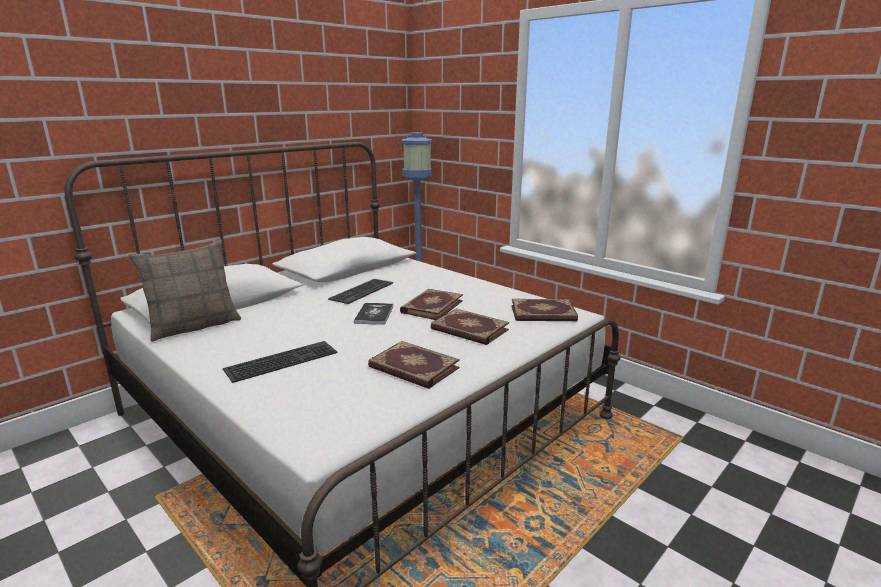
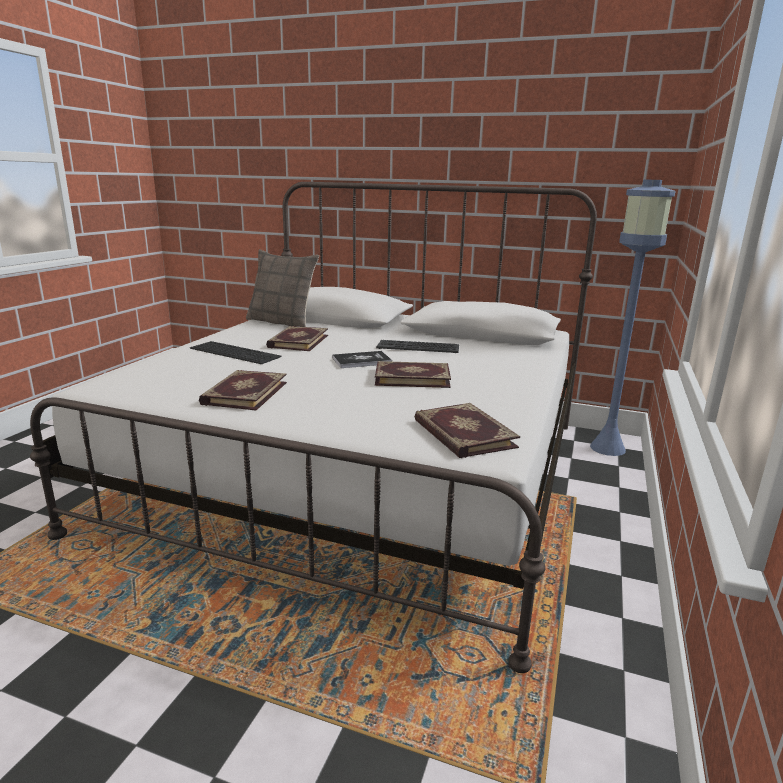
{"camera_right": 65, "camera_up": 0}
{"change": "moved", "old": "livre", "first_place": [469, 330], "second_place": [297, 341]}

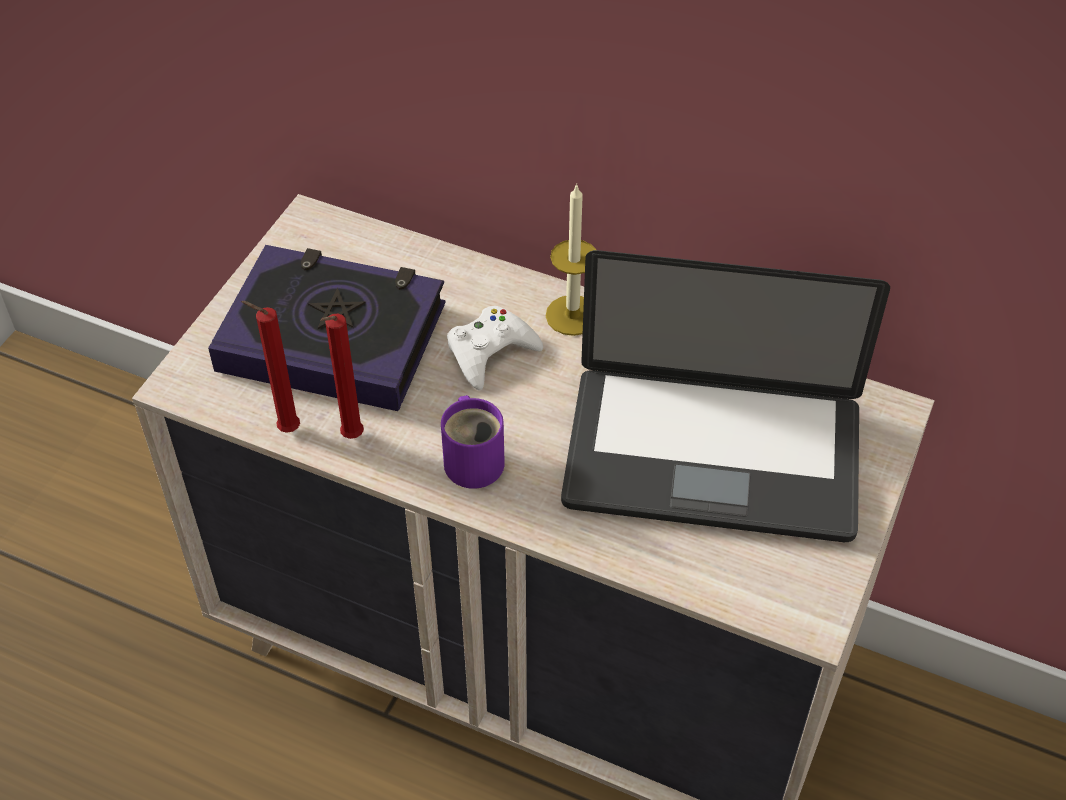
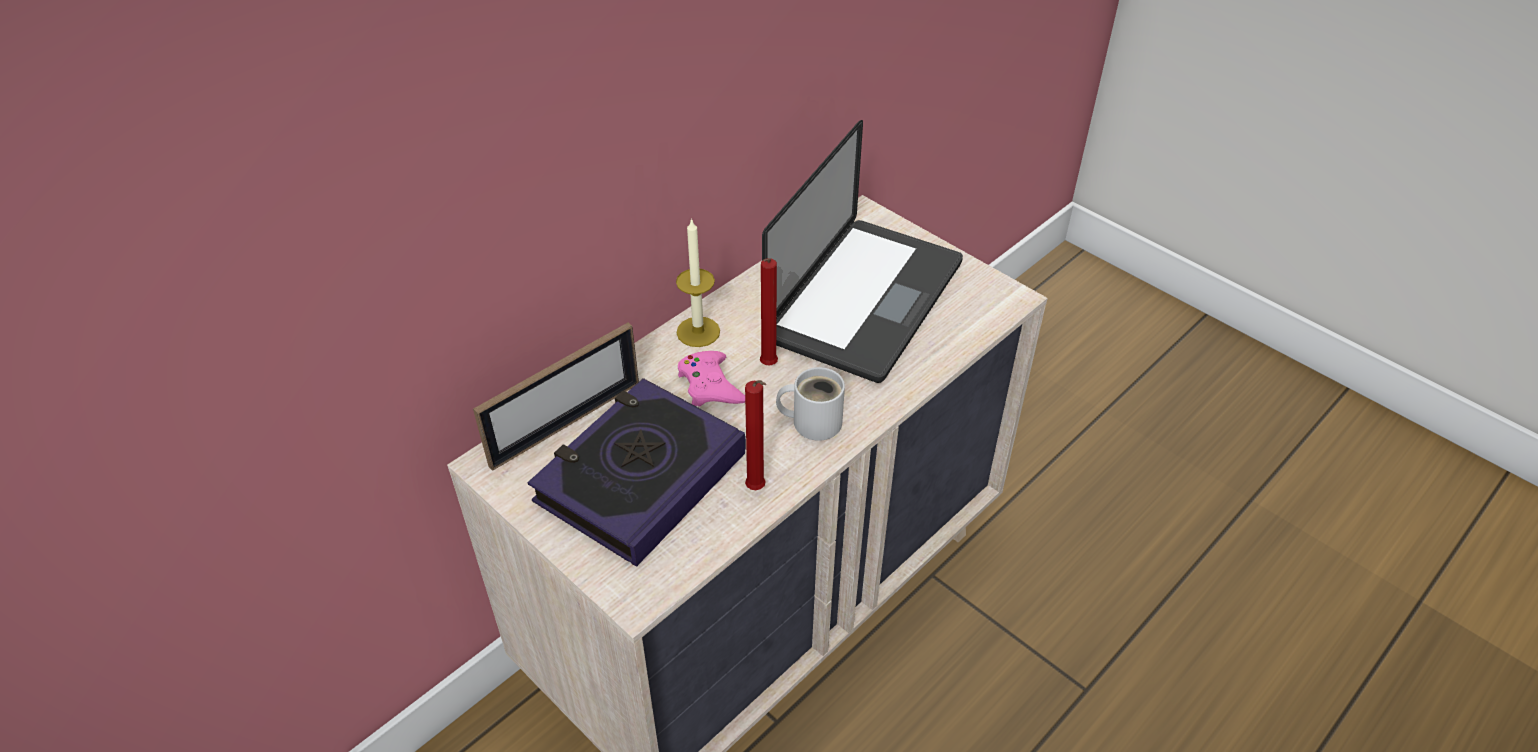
{"camera_right": -70, "camera_up": -5}
{"change": "added", "new": "cadre photo", "second_place": [566, 423]}
{"change": "moved", "old": "bougie (rouge)", "first_place": [285, 429], "second_place": [767, 366]}
{"change": "recoloured", "old": "mug (violet)", "new": "mug (blanc)", "first_place": [475, 459], "second_place": [812, 420]}
{"change": "recoloured", "old": "manette (blanc)", "new": "manette (rose)", "first_place": [490, 352], "second_place": [710, 385]}

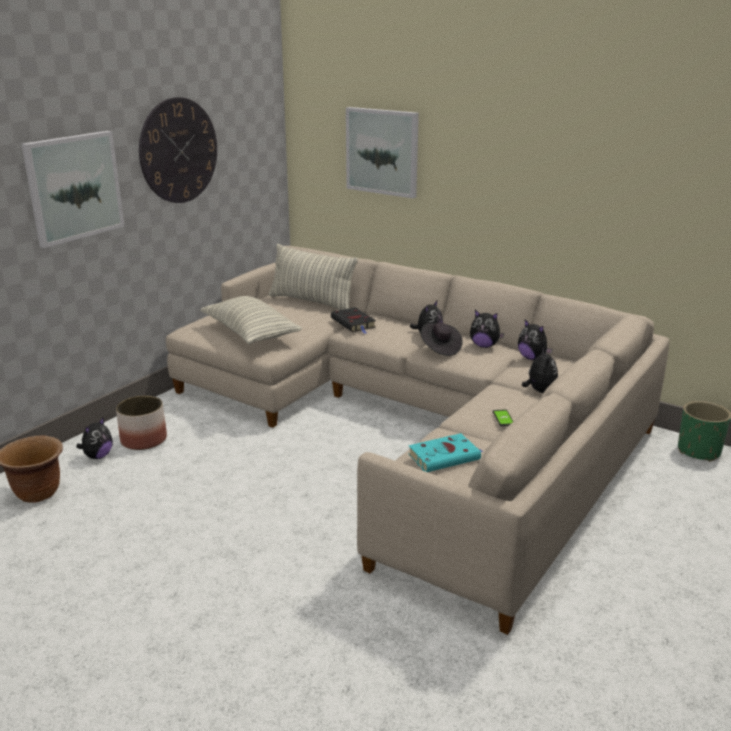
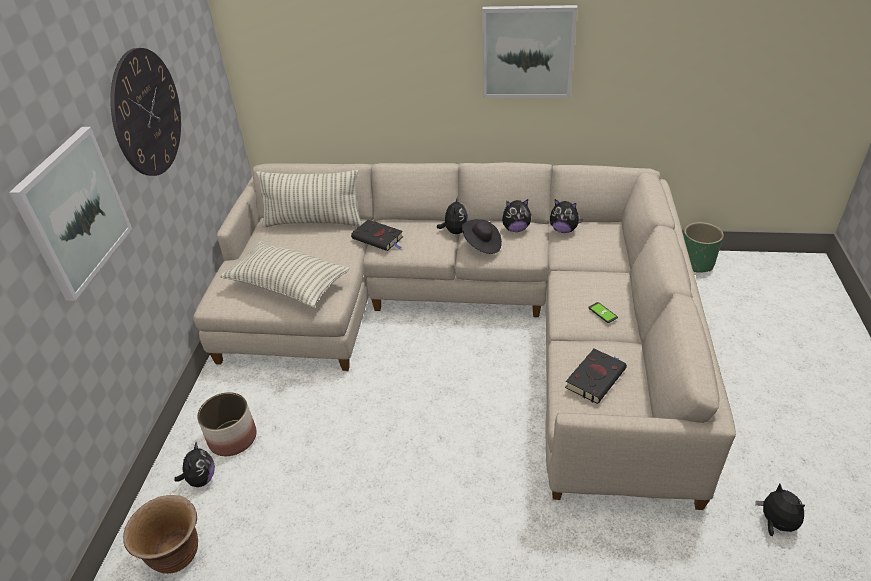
{"camera_right": -25, "camera_up": 15}
{"change": "moved", "old": "tableau", "first_place": [382, 151], "second_place": [527, 52]}
{"change": "moved", "old": "peluche", "first_place": [539, 391], "second_place": [775, 523]}
{"change": "recoloured", "old": "livre (turquoise)", "new": "livre (noir)", "first_place": [445, 456], "second_place": [596, 377]}

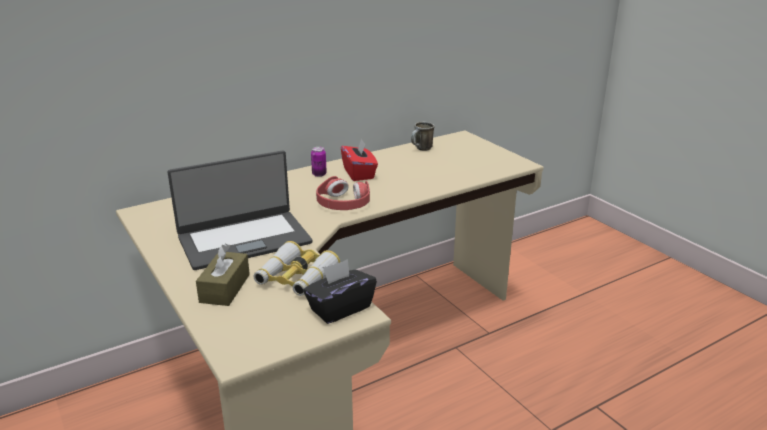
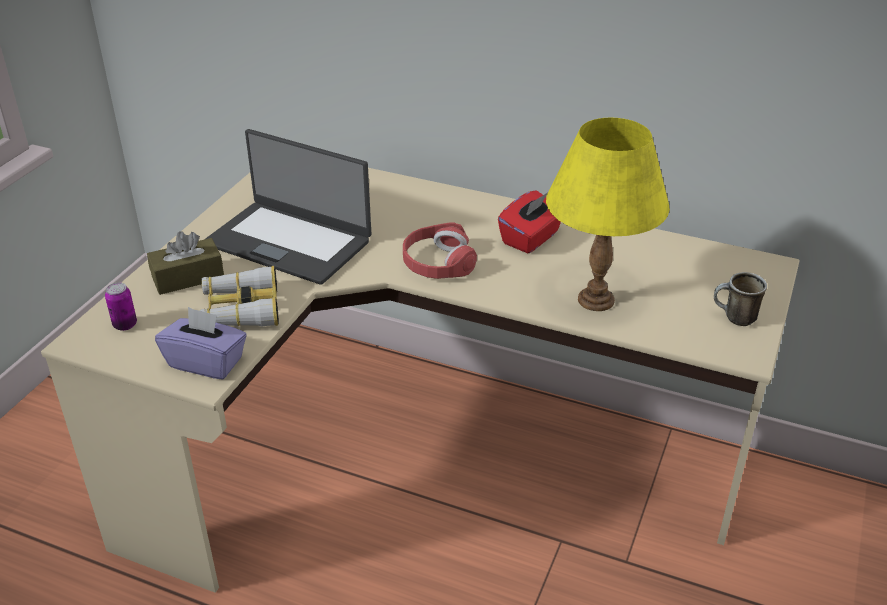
{"camera_right": 55, "camera_up": 10}
{"change": "added", "new": "lampe de table (jaune)", "second_place": [596, 299]}
{"change": "moved", "old": "boîte métallique", "first_place": [319, 174], "second_place": [125, 325]}
{"change": "moved", "old": "mug", "first_place": [422, 149], "second_place": [734, 319]}
{"change": "recoloured", "old": "boîte à mouchoirs (noir)", "new": "boîte à mouchoirs (violet)", "first_place": [340, 308], "second_place": [206, 362]}

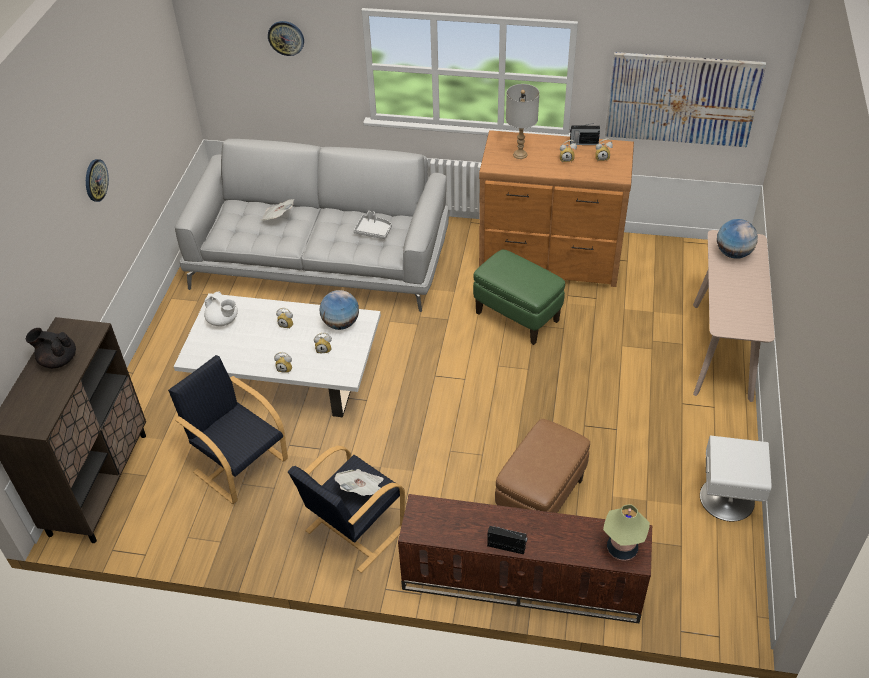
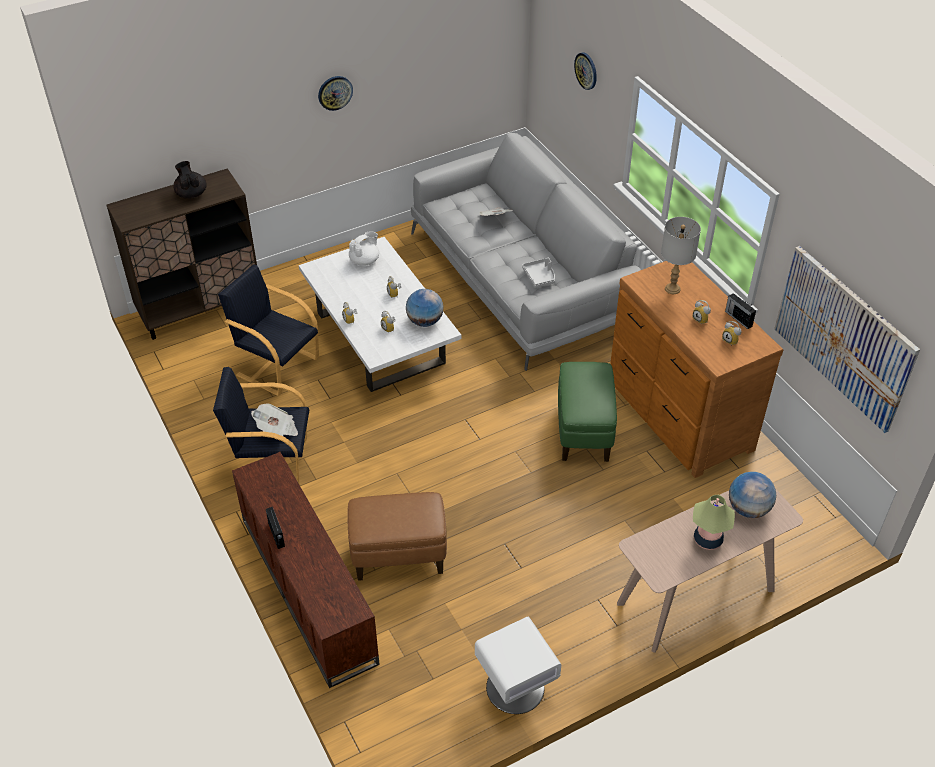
{"camera_right": 50, "camera_up": 0}
{"change": "moved", "old": "lampe de table", "first_place": [621, 548], "second_place": [707, 539]}
{"change": "turned", "old": "fauteuil (noir)", "first_place": [240, 464], "second_place": [277, 365], "degrees": -60}
{"change": "turned", "old": "théière (blanc)", "first_place": [223, 320], "second_place": [365, 260], "degrees": -135}

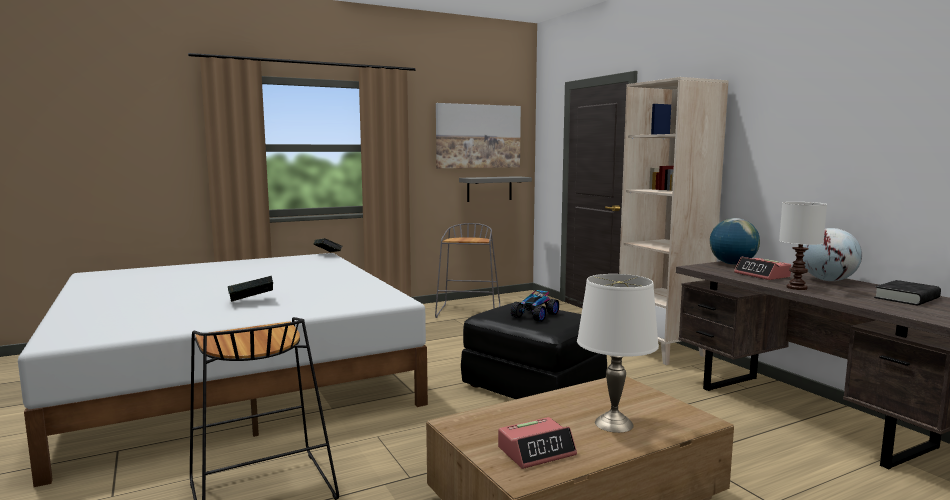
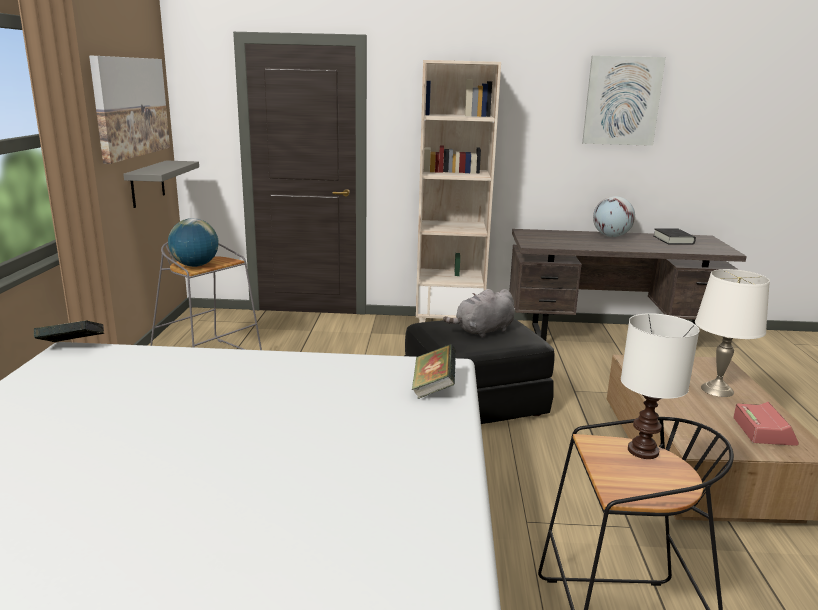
{"camera_right": -60, "camera_up": 10}
{"change": "removed", "old": "réveil", "first_place": [762, 275]}
{"change": "added", "new": "tableau", "second_place": [622, 101]}
{"change": "moved", "old": "livre", "first_place": [251, 302], "second_place": [433, 388]}
{"change": "moved", "old": "globe", "first_place": [732, 264], "second_place": [195, 265]}
{"change": "moved", "old": "lampe de table (blanc)", "first_place": [796, 287], "second_place": [641, 450]}
{"change": "replaced", "old": "petite voiture", "new": "peluche (gris)", "first_place": [534, 315], "second_place": [482, 331]}

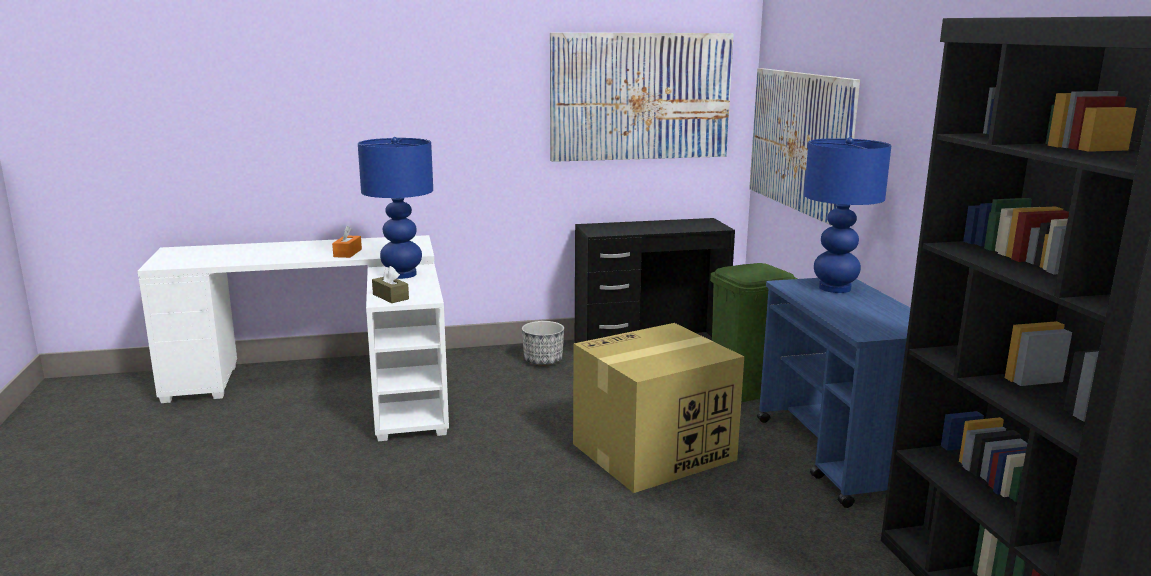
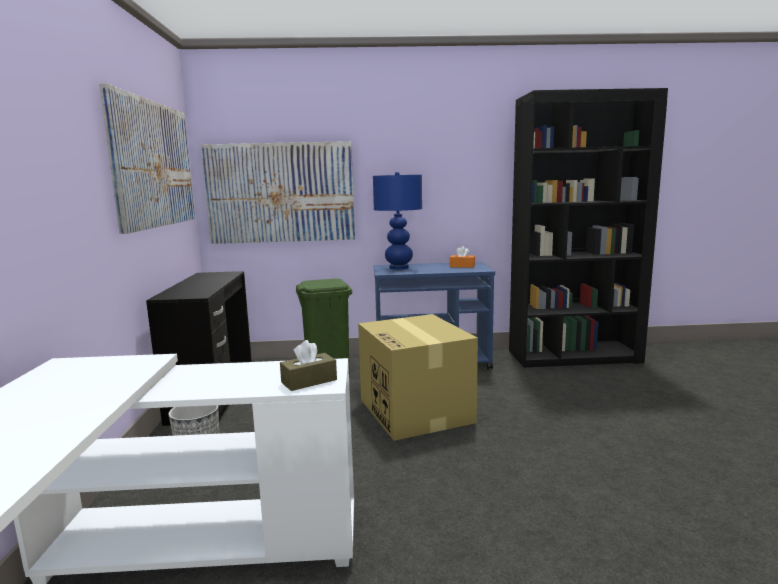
{"camera_right": -80, "camera_up": -5}
{"change": "removed", "old": "lampe de table (bleu)", "first_place": [402, 275]}
{"change": "moved", "old": "boîte à mouchoirs (orange)", "first_place": [347, 253], "second_place": [462, 266]}

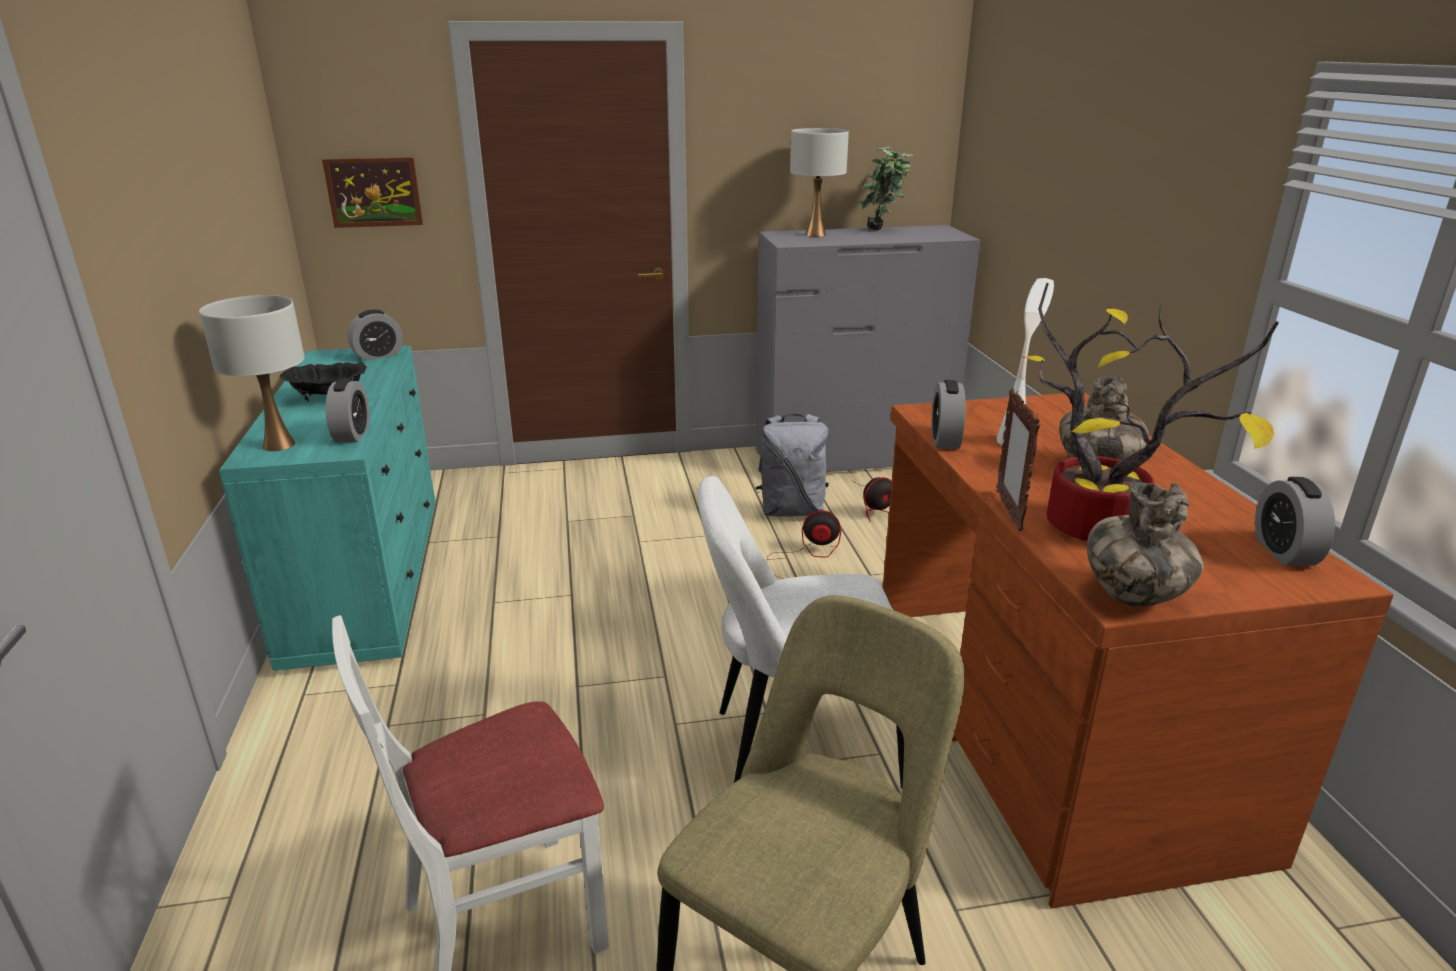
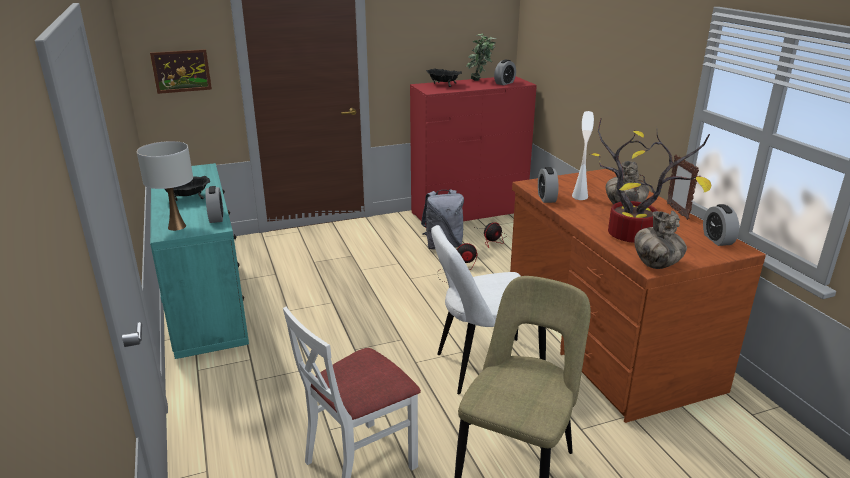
{"camera_right": -10, "camera_up": 0}
{"change": "moved", "old": "réveil", "first_place": [378, 355], "second_place": [504, 83]}
{"change": "moved", "old": "cadre photo", "first_place": [1009, 510], "second_place": [677, 211]}
{"change": "replaced", "old": "lampe de table (blanc)", "new": "bol (noir)", "first_place": [815, 234], "second_place": [443, 85]}
{"change": "recoloured", "old": "commode (gris)", "new": "commode (rouge)", "first_place": [852, 457], "second_place": [469, 212]}

